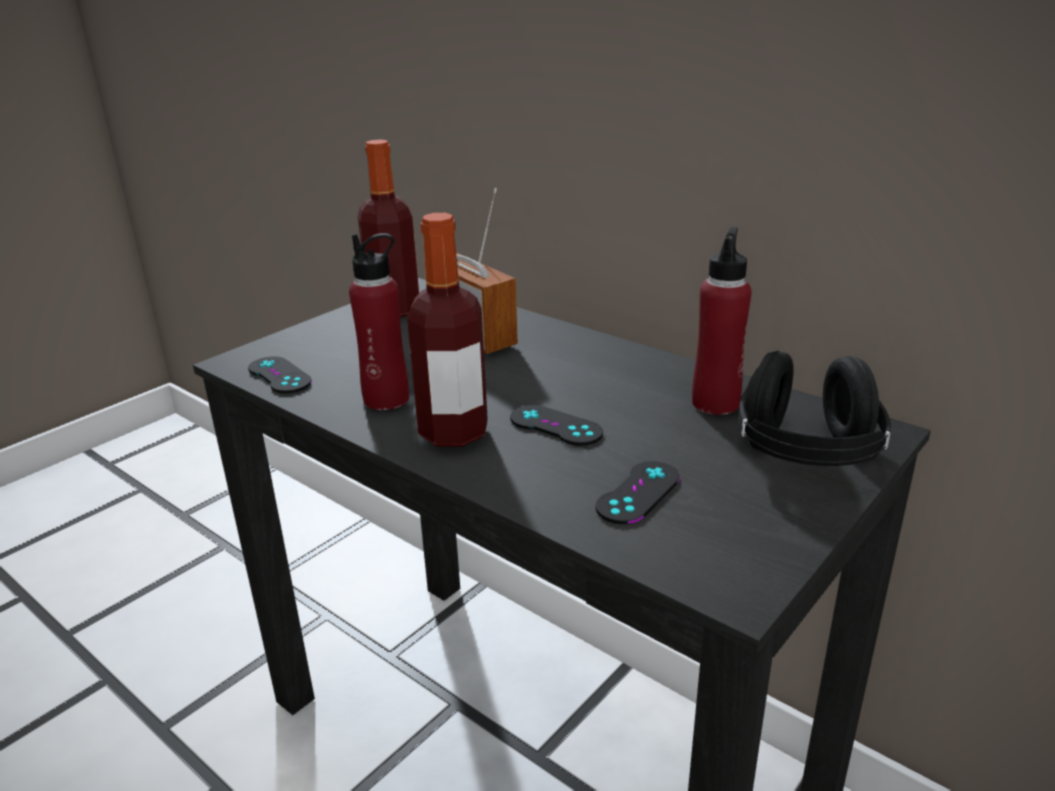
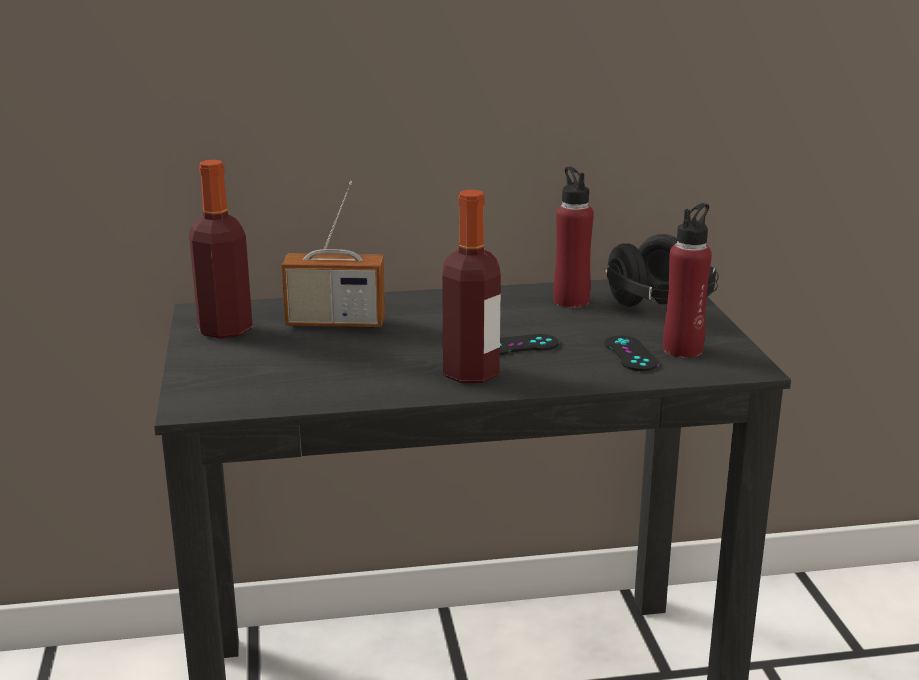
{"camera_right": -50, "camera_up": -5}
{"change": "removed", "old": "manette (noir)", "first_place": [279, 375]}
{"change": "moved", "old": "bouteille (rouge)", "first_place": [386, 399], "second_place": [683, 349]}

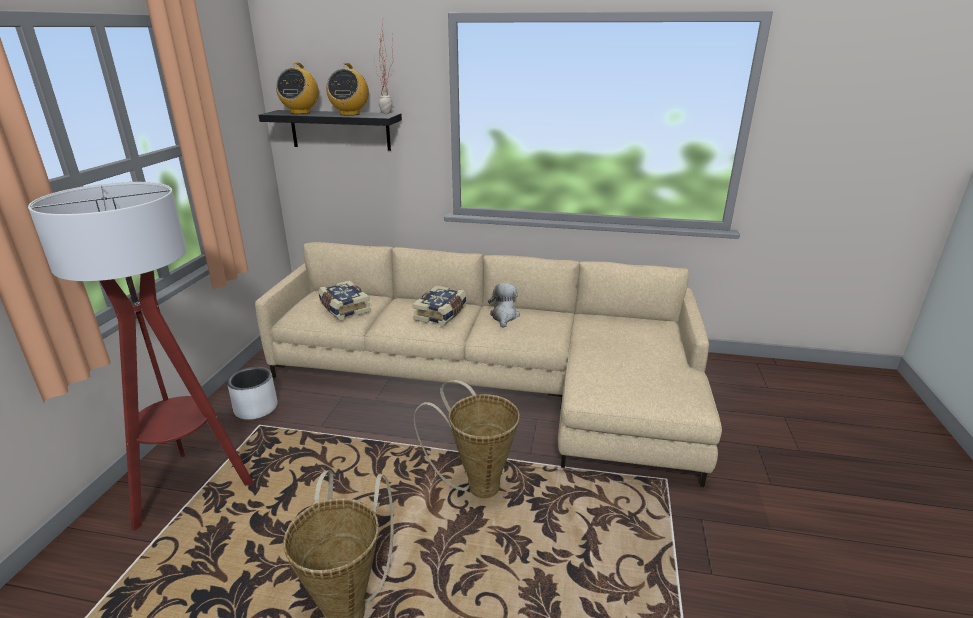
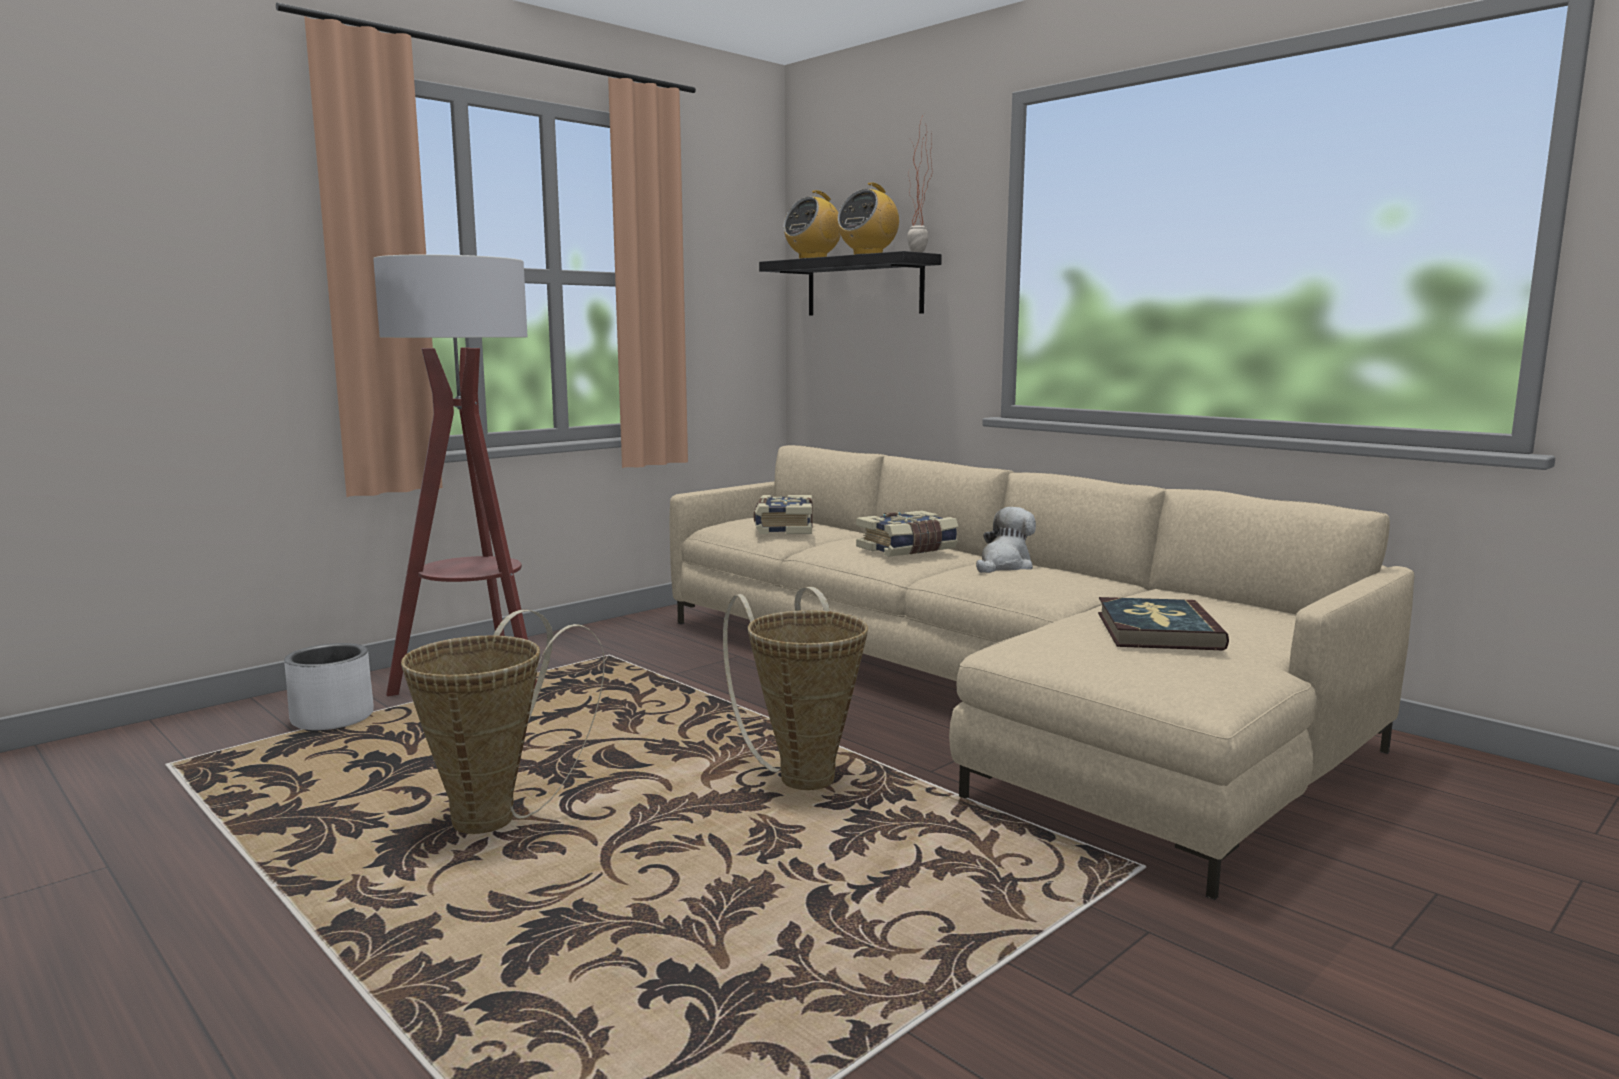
{"camera_right": 35, "camera_up": -15}
{"change": "added", "new": "livre", "second_place": [1157, 630]}
{"change": "moved", "old": "cache-pot (blanc)", "first_place": [256, 408], "second_place": [333, 719]}

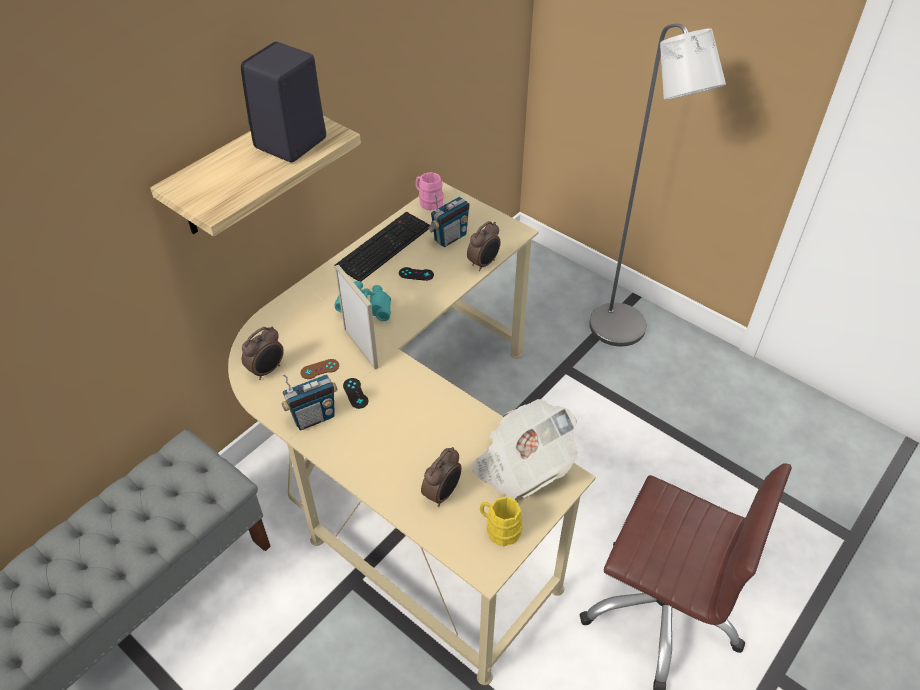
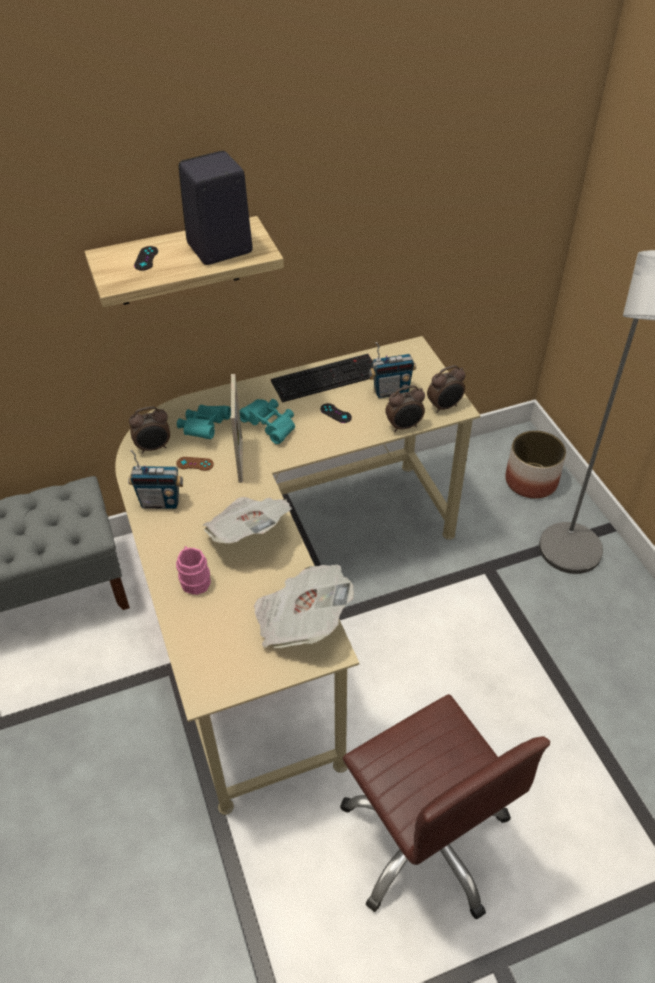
{"camera_right": 30, "camera_up": 0}
{"change": "removed", "old": "mug (jaune)", "first_place": [499, 529]}
{"change": "added", "new": "jumelles (turquoise)", "second_place": [204, 428]}
{"change": "added", "new": "journal", "second_place": [248, 532]}
{"change": "added", "new": "cache-pot", "second_place": [531, 481]}
{"change": "moved", "old": "manette (noir)", "first_place": [355, 393], "second_place": [146, 258]}
{"change": "moved", "old": "mug (rose)", "first_place": [428, 202], "second_place": [194, 579]}
{"change": "moved", "old": "réveil", "first_place": [443, 493], "second_place": [445, 407]}

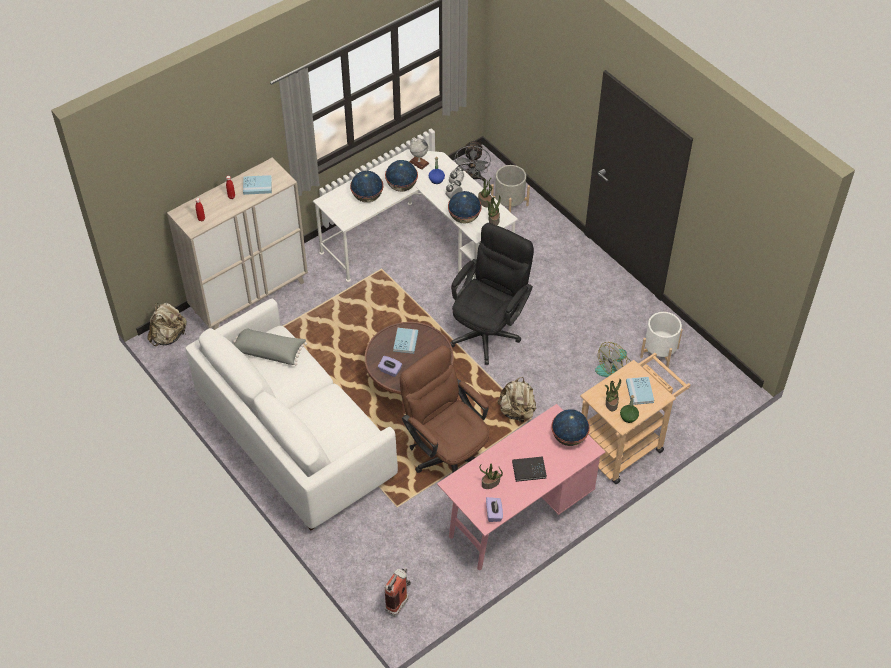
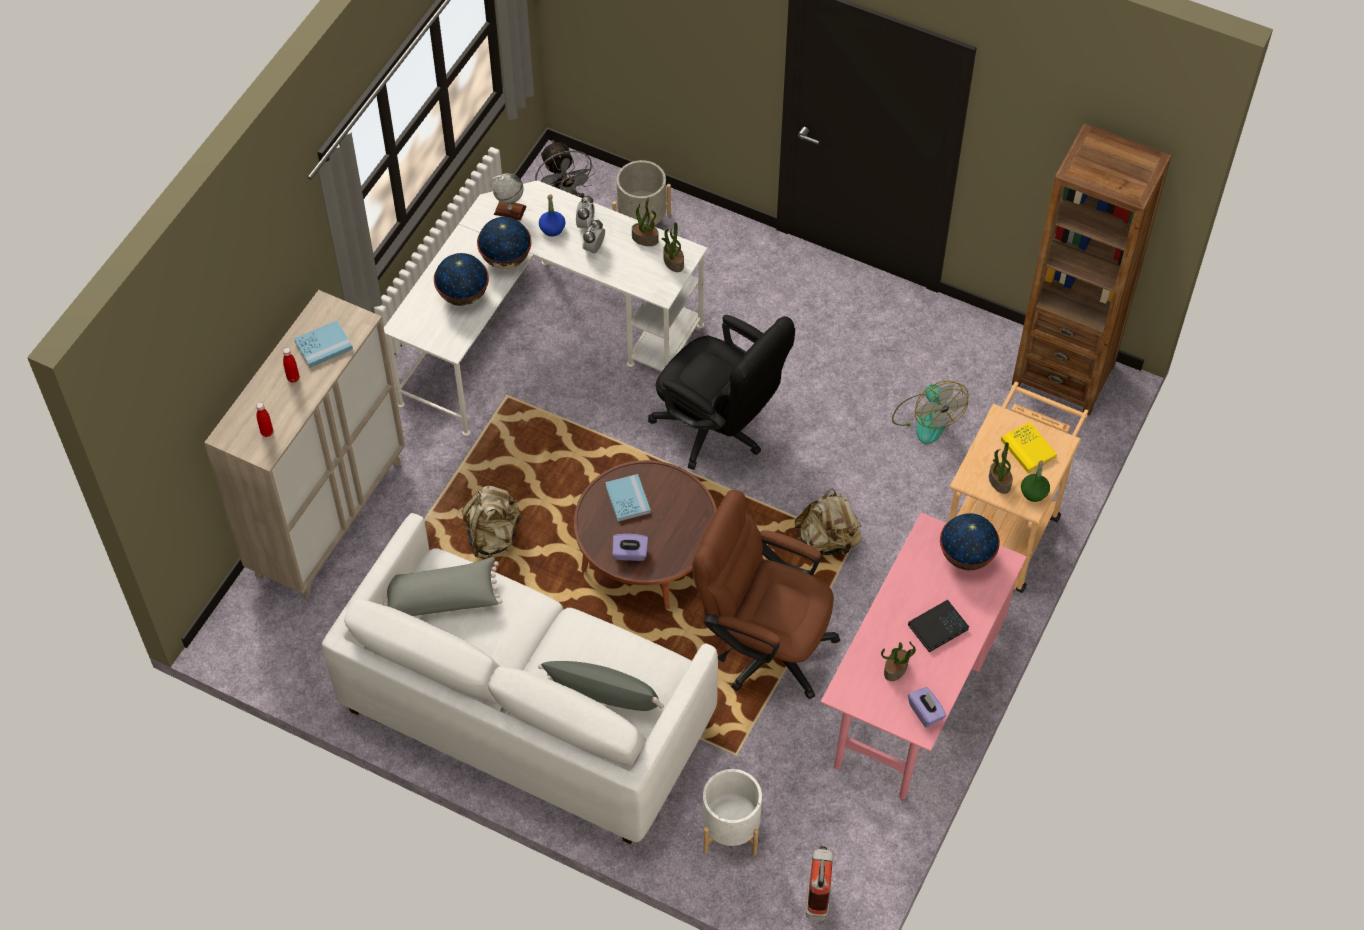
{"camera_right": -25, "camera_up": 5}
{"change": "removed", "old": "globe", "first_place": [464, 218]}
{"change": "added", "new": "coussin (gris)", "second_place": [603, 695]}
{"change": "added", "new": "bibliothèque (marron)", "second_place": [1063, 374]}
{"change": "moved", "old": "sac à dos (beige)", "first_place": [168, 336], "second_place": [493, 536]}
{"change": "moved", "old": "cache-pot (blanc)", "first_place": [659, 352], "second_place": [731, 829]}
{"change": "recoloured", "old": "livre (bleu)", "new": "livre (jaune)", "first_place": [639, 391], "second_place": [1028, 449]}
{"change": "turned", "old": "chaise de bureau (noir)", "first_place": [489, 329], "second_place": [719, 430], "degrees": 120}
{"change": "turned", "old": "ventilateur", "first_place": [613, 367], "second_place": [926, 418], "degrees": -45}

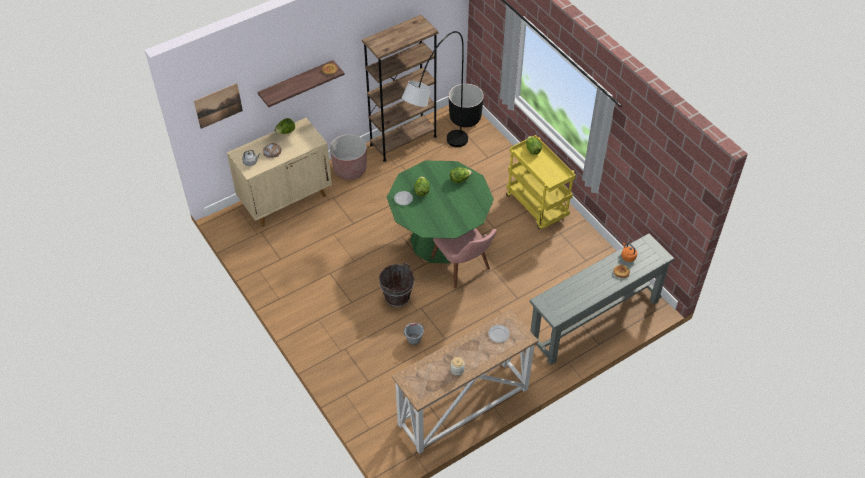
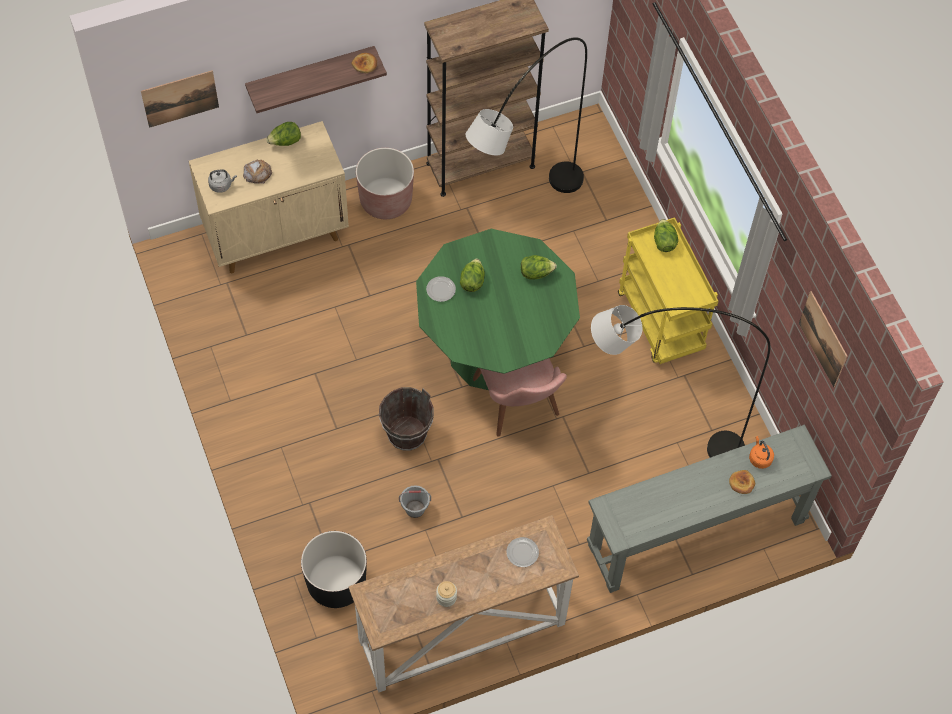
{"camera_right": 10, "camera_up": 10}
{"change": "added", "new": "lampadaire (gris)", "second_place": [654, 440]}
{"change": "added", "new": "tableau", "second_place": [823, 339]}
{"change": "moved", "old": "cache-pot (noir)", "first_place": [465, 118], "second_place": [336, 583]}

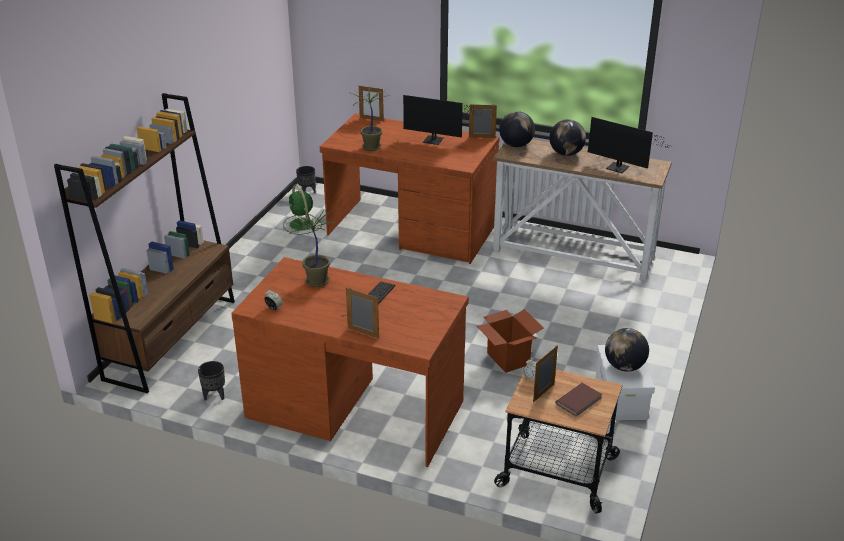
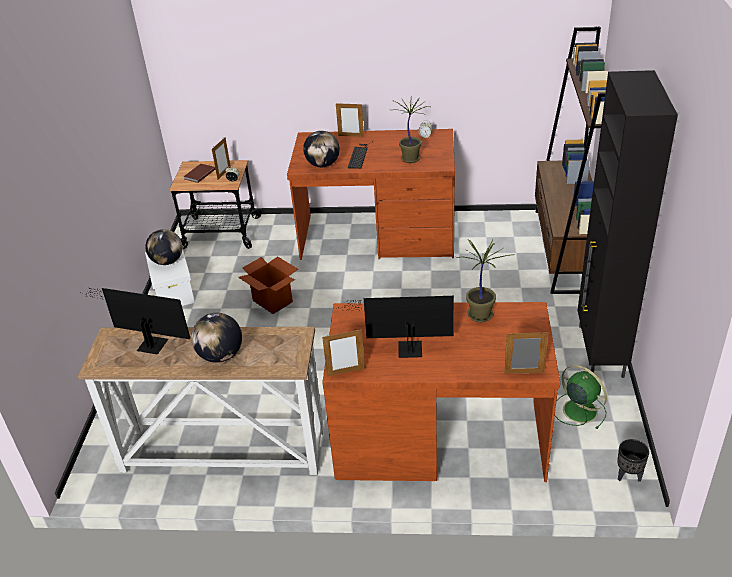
{"camera_right": 165, "camera_up": 5}
{"change": "removed", "old": "cache-pot (noir)", "first_place": [214, 396]}
{"change": "added", "new": "meuble de rangement (noir)", "second_place": [600, 351]}
{"change": "moved", "old": "globe", "first_place": [516, 145], "second_place": [323, 165]}

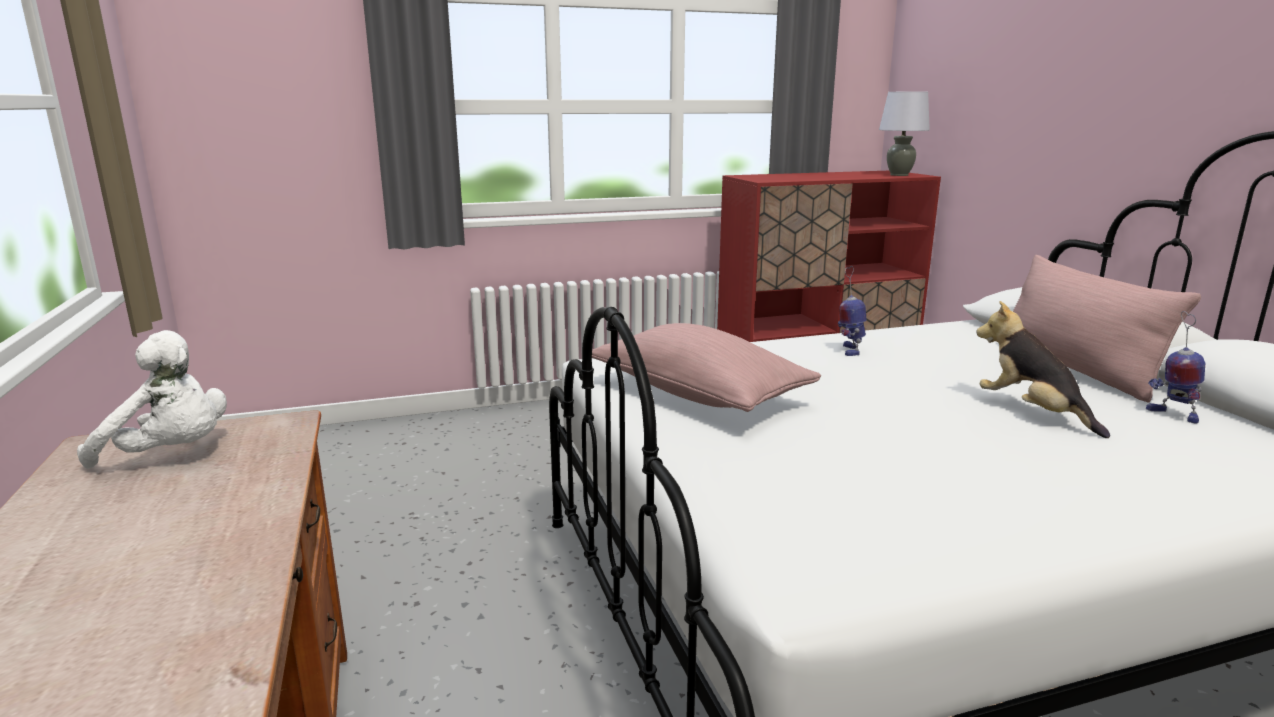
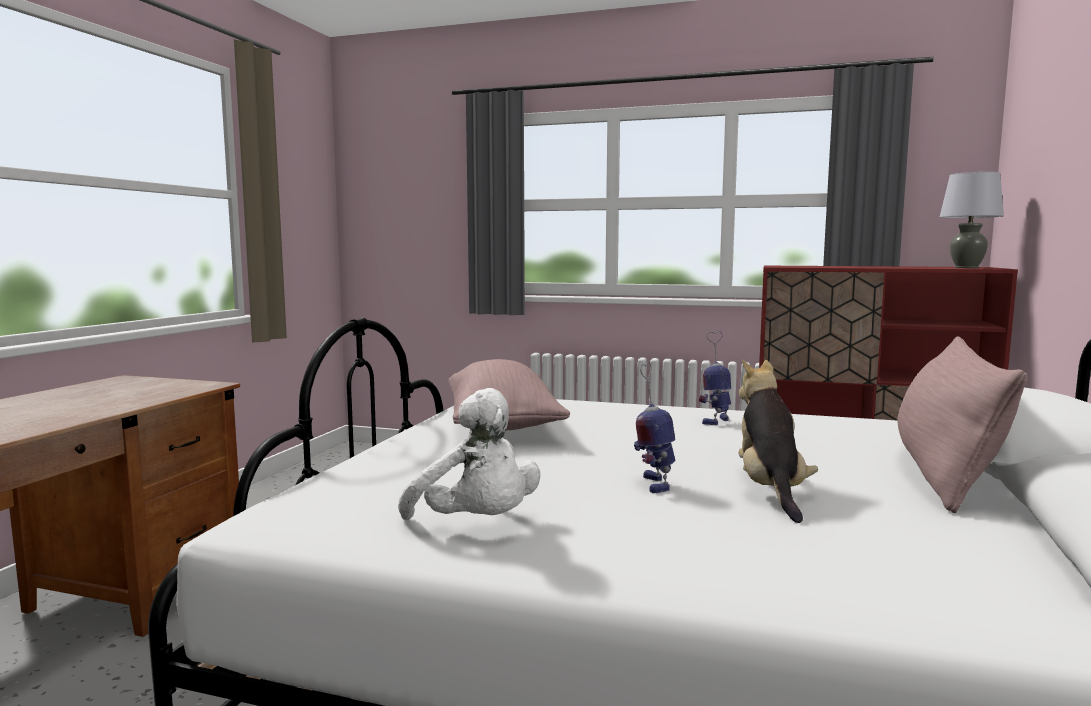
{"camera_right": 35, "camera_up": -10}
{"change": "moved", "old": "peluche (blanc)", "first_place": [171, 455], "second_place": [476, 524]}
{"change": "moved", "old": "robot jouet", "first_place": [1172, 415], "second_place": [654, 484]}

